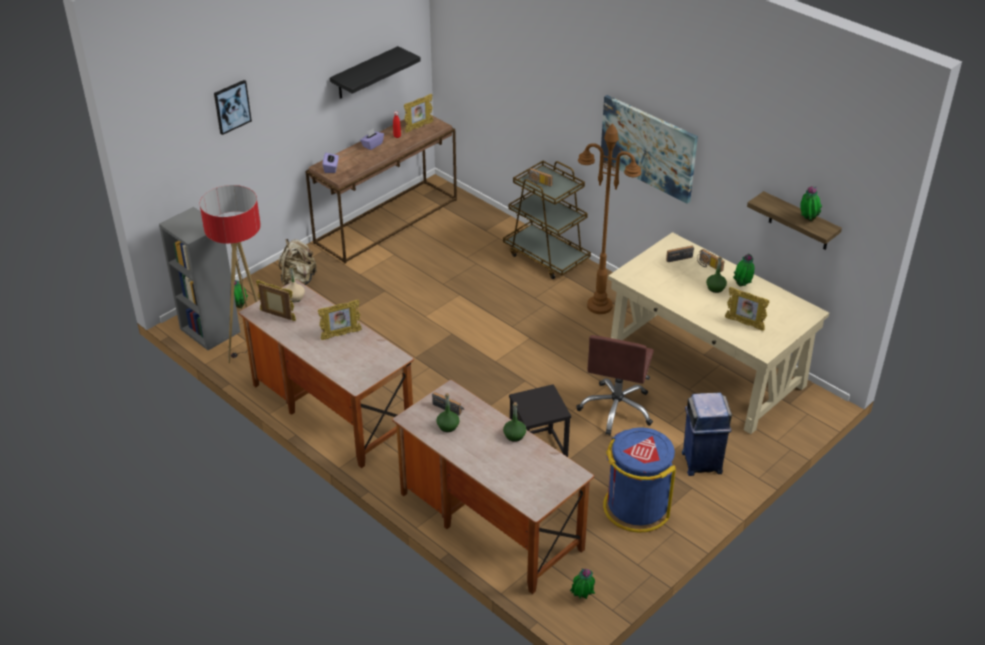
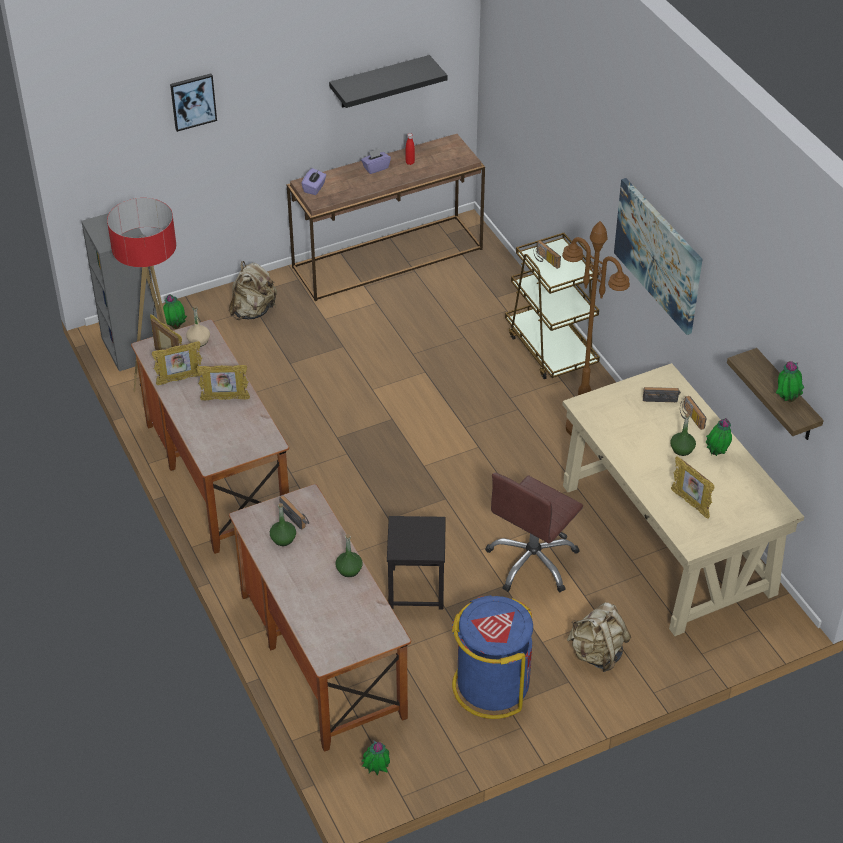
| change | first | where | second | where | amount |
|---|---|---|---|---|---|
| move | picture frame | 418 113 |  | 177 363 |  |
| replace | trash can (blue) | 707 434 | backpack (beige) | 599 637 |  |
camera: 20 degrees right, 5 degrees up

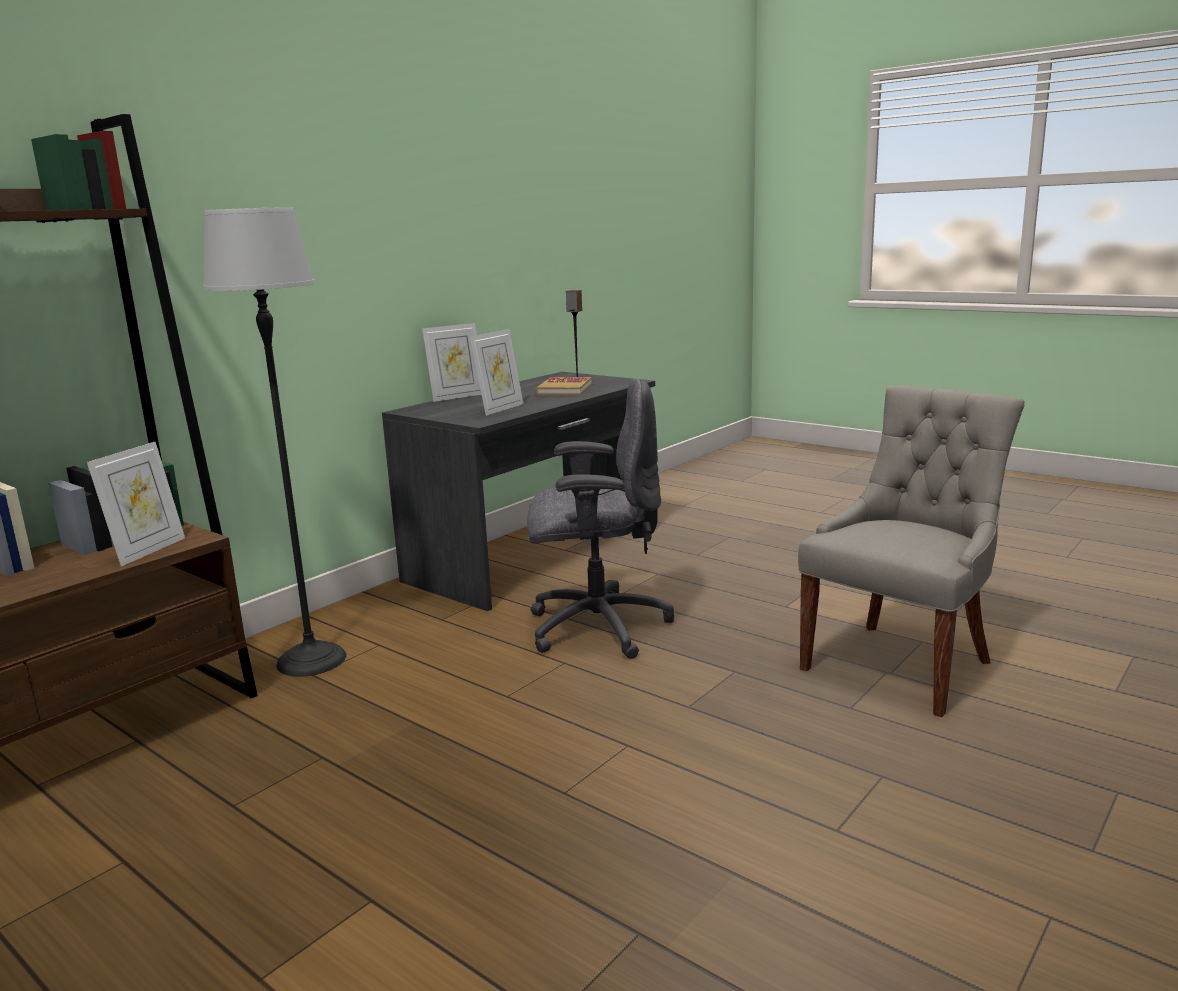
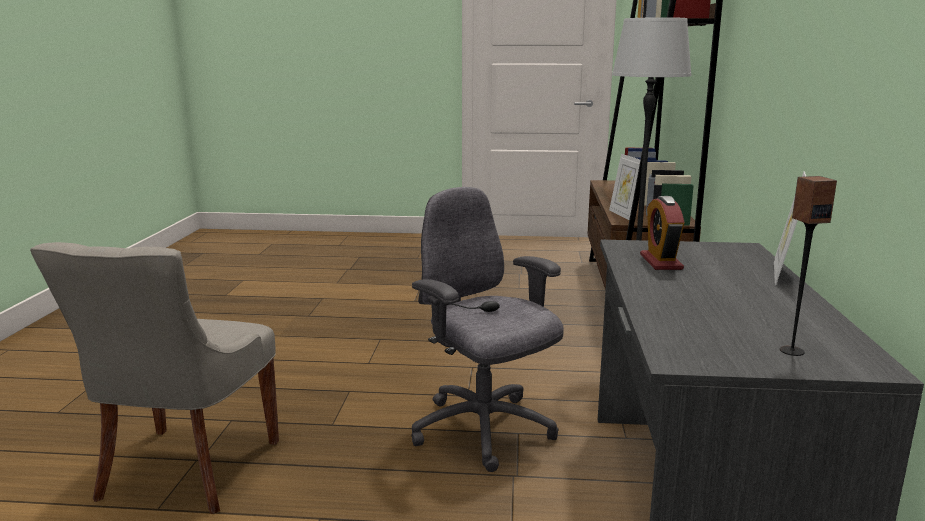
| change | first | where | second | where | amount |
|---|---|---|---|---|---|
| replace | picture frame | 497 372 | alarm clock | 662 233 |  |
| rotate | office chair (grey) | 600 518 |  | 487 329 | 90 degrees clockwise |
| delete | book | 564 386 |  |  |  |
camera: 145 degrees right, 0 degrees up

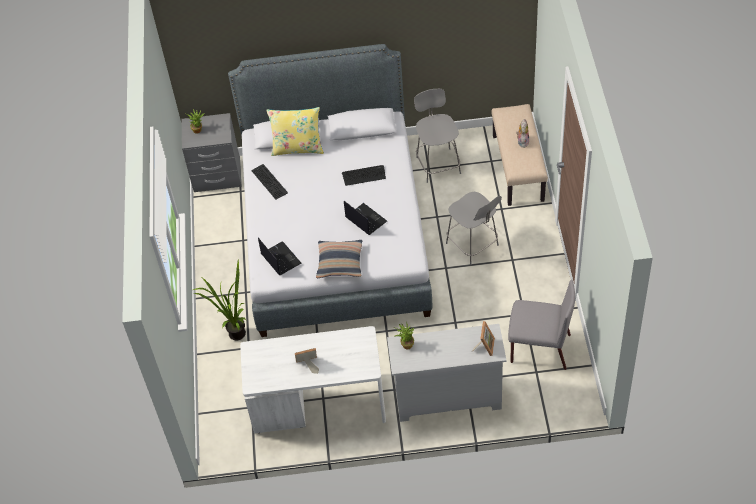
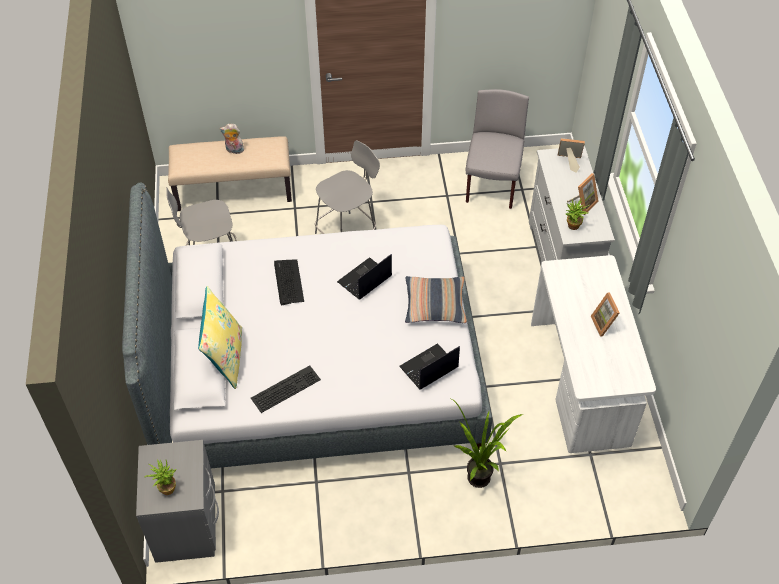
| change | first | where | second | where | amount |
|---|---|---|---|---|---|
| insert |  |  | picture frame | 583 194 |  |
camera: 95 degrees left, 0 degrees up

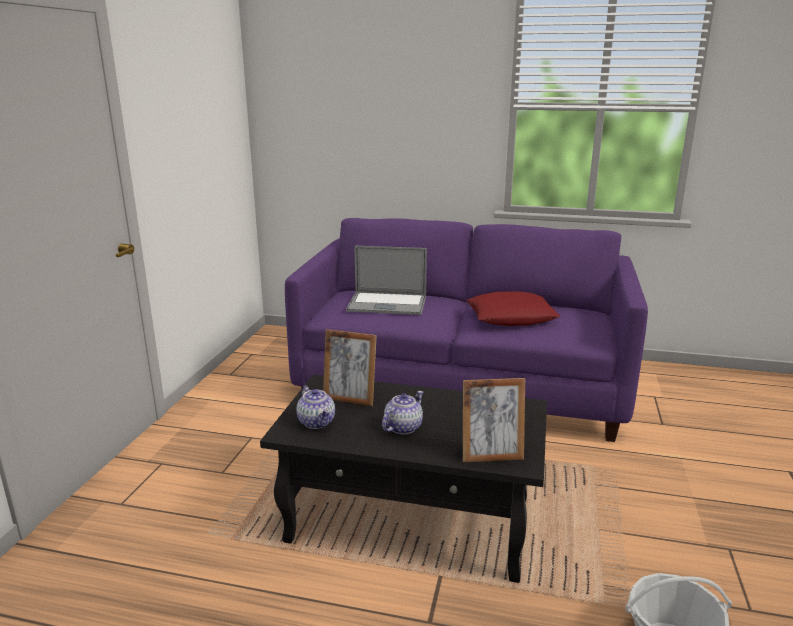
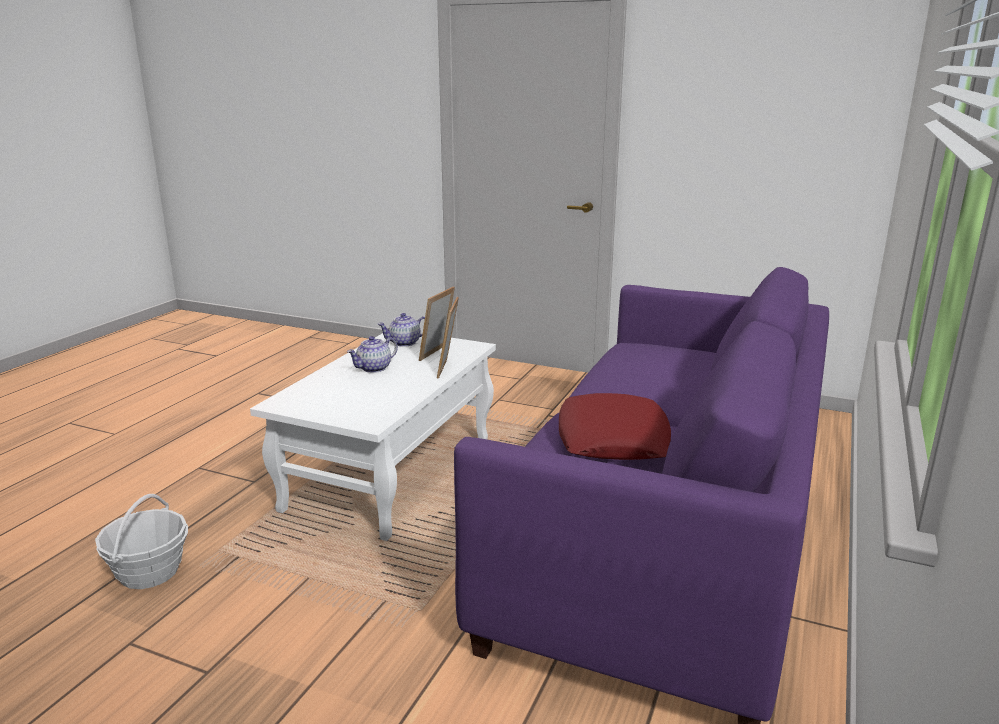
| change | first | where | second | where | amount |
|---|---|---|---|---|---|
| recolor | coffee table (black) | 403 479 | coffee table (white) | 373 437 |  |
| delete | laptop | 386 280 |  |  |  |
| rotate | teapot | 402 412 |  | 372 354 | 90 degrees clockwise |
| move | picture frame | 494 420 |  | 448 338 |  |
camera: 100 degrees right, 0 degrees up

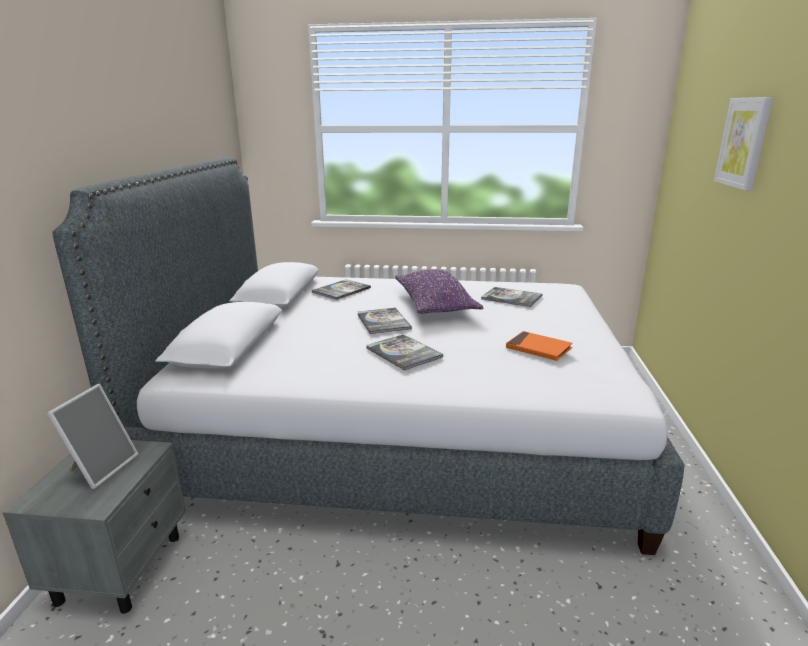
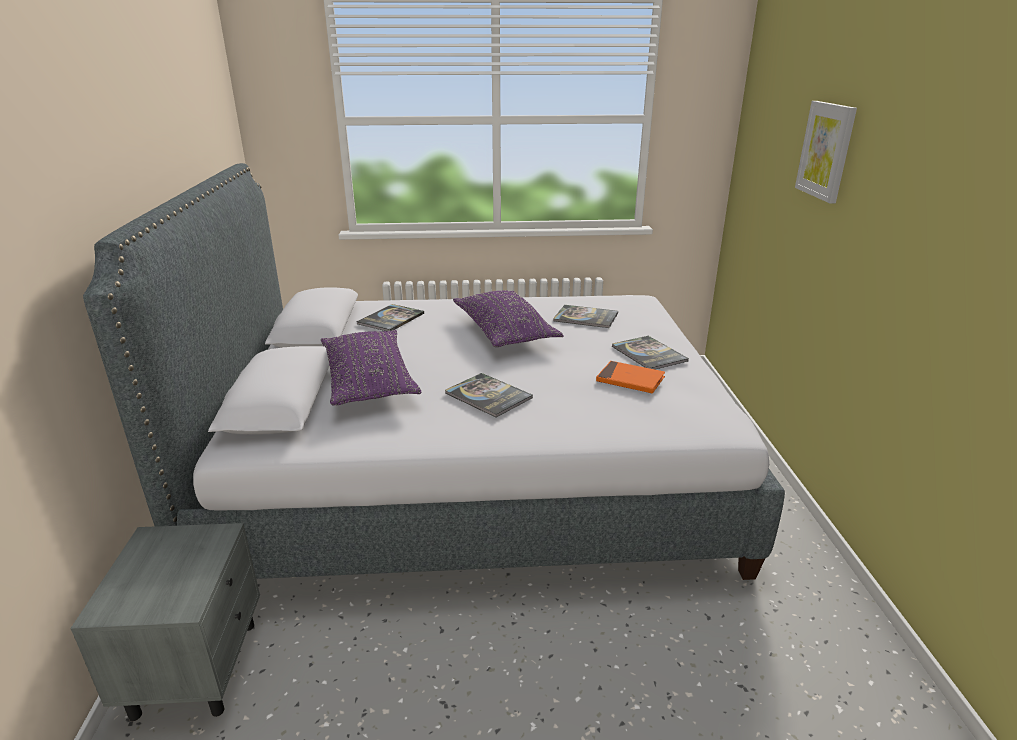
| change | first | where | second | where | amount |
|---|---|---|---|---|---|
| delete | picture frame | 93 436 |  |  |  |
| move | book | 384 321 |  | 650 353 |  |
| insert |  |  | pillow (purple) | 371 368 |  |
camera: 10 degrees left, 5 degrees up

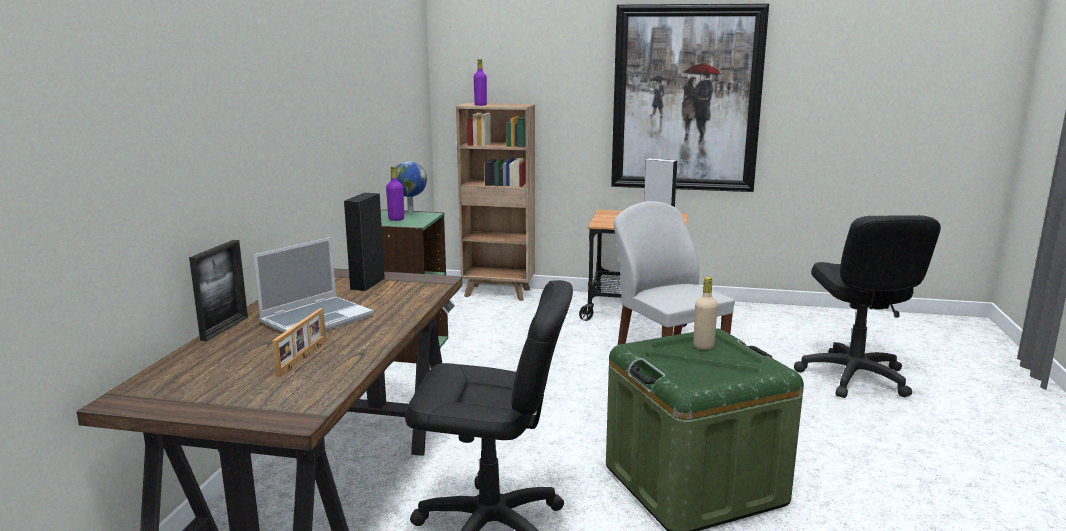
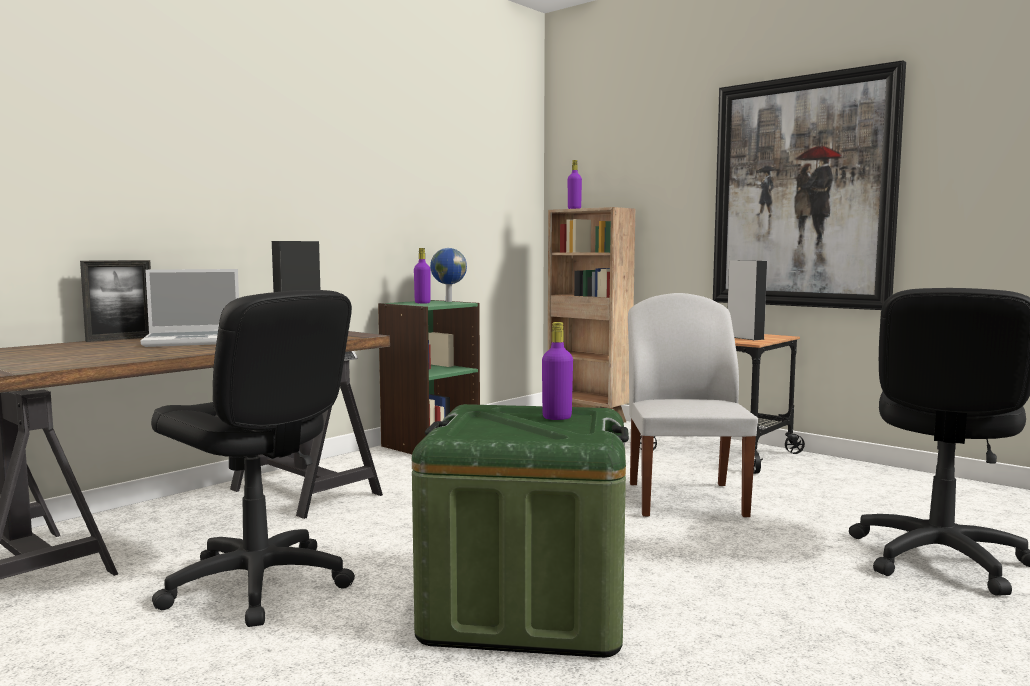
| change | first | where | second | where | amount |
|---|---|---|---|---|---|
| delete | picture frame | 299 342 |  |  |  |
| recolor | bottle (beige) | 705 313 | bottle (purple) | 557 371 |  |
camera: 30 degrees right, 10 degrees down

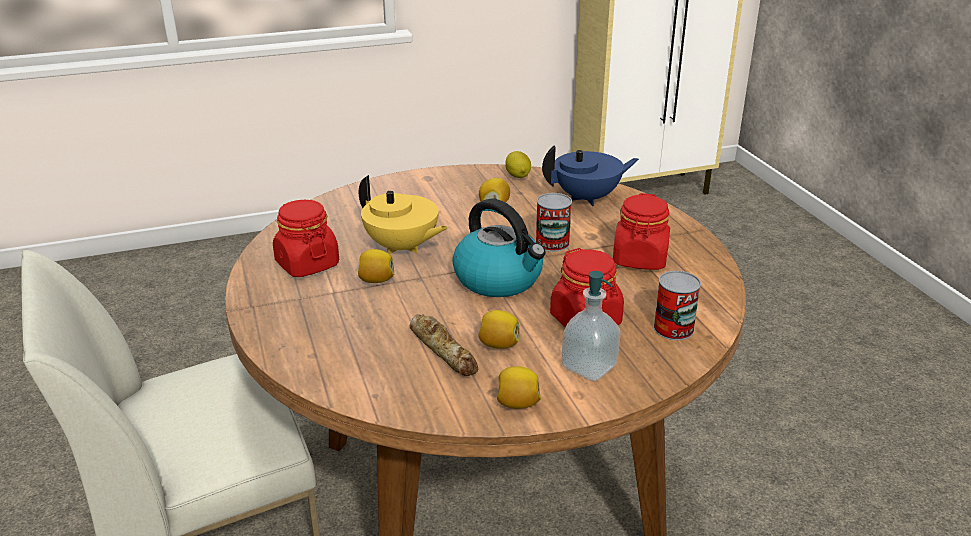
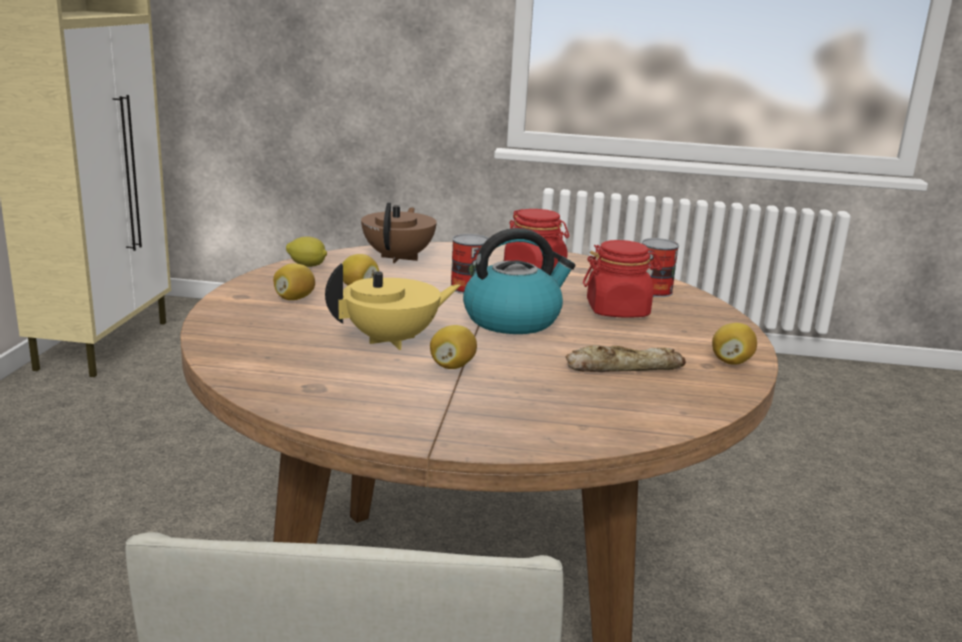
| change | first | where | second | where | amount |
|---|---|---|---|---|---|
| delete | jar (red) | 306 238 |  |  |  |
| move | lemon | 499 329 |  | 294 281 |  |
| recolor | teapot (blue) | 590 175 | teapot (brown) | 399 233 |  |
| delete | soap dispenser | 591 326 |  |  |  |
camera: 65 degrees left, 10 degrees down

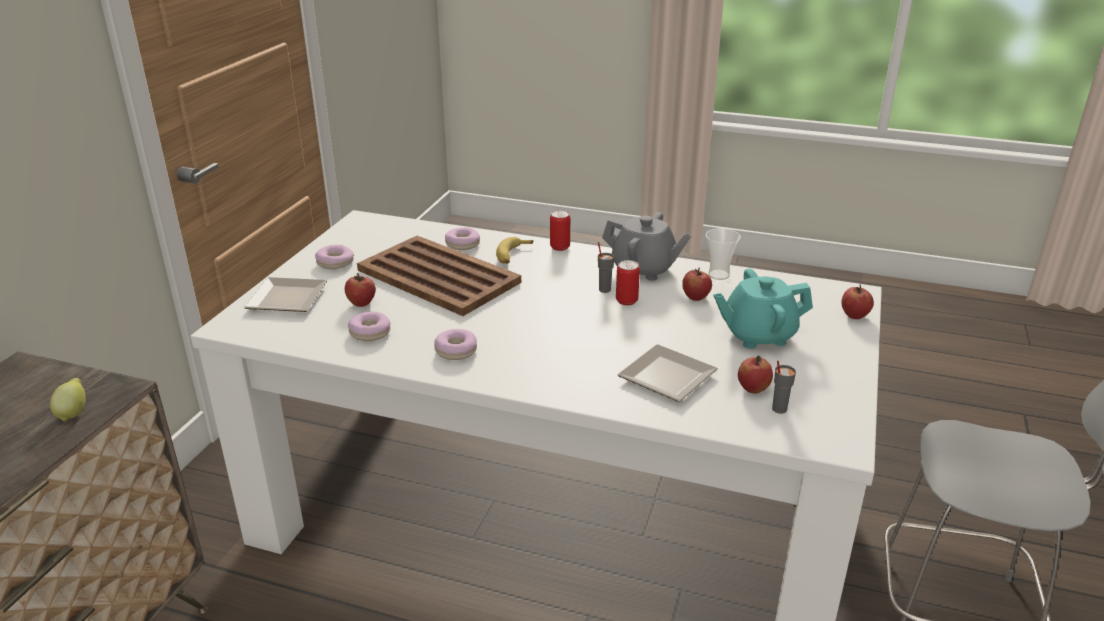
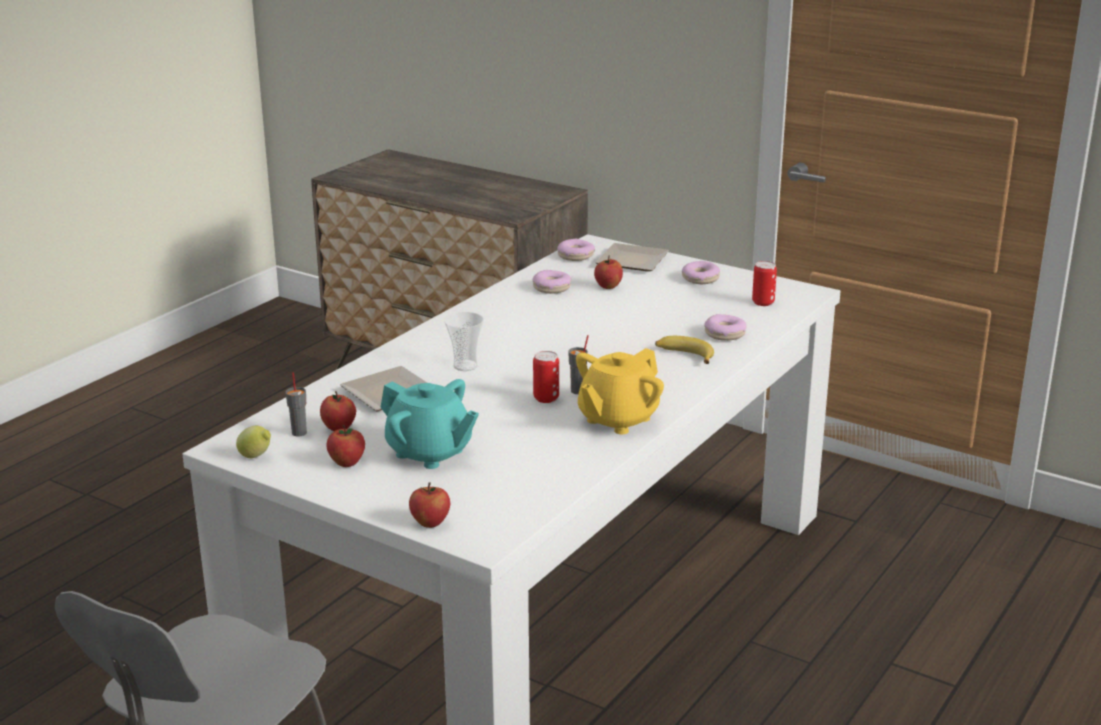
| change | first | where | second | where | amount |
|---|---|---|---|---|---|
| move | lemon | 67 400 |  | 253 442 |  |
| delete | tray (brown) | 439 276 |  |  |  |
| move | donut | 455 344 |  | 576 250 |  |
| move | can | 560 230 |  | 764 283 |  |
| recolor | teapot (grey) | 647 246 | teapot (yellow) | 620 391 |  |
| move | apple | 697 284 |  | 345 446 |  |
| move | cup | 723 254 |  | 464 341 |  |
| rotate | teapot (turquoise) | 763 308 |  | 429 424 | 120 degrees clockwise |
camera: 105 degrees right, 5 degrees down

